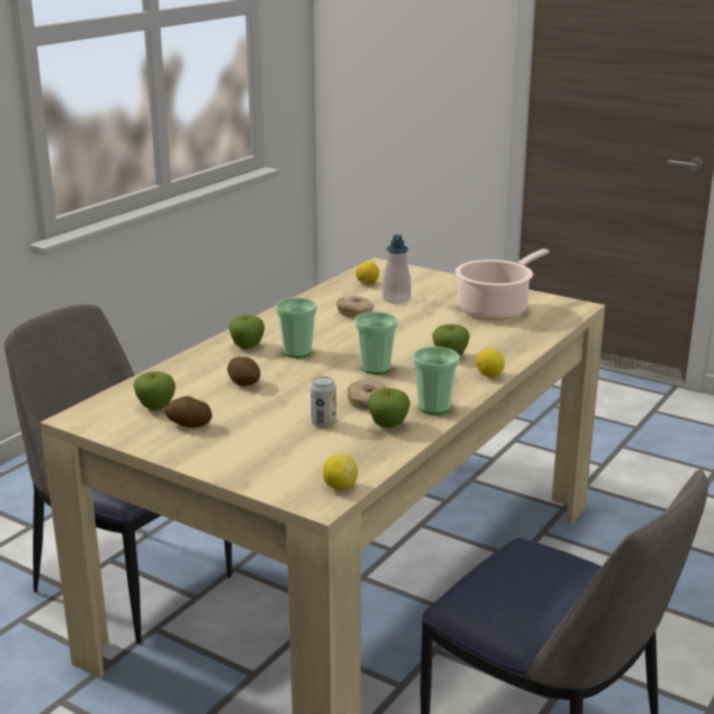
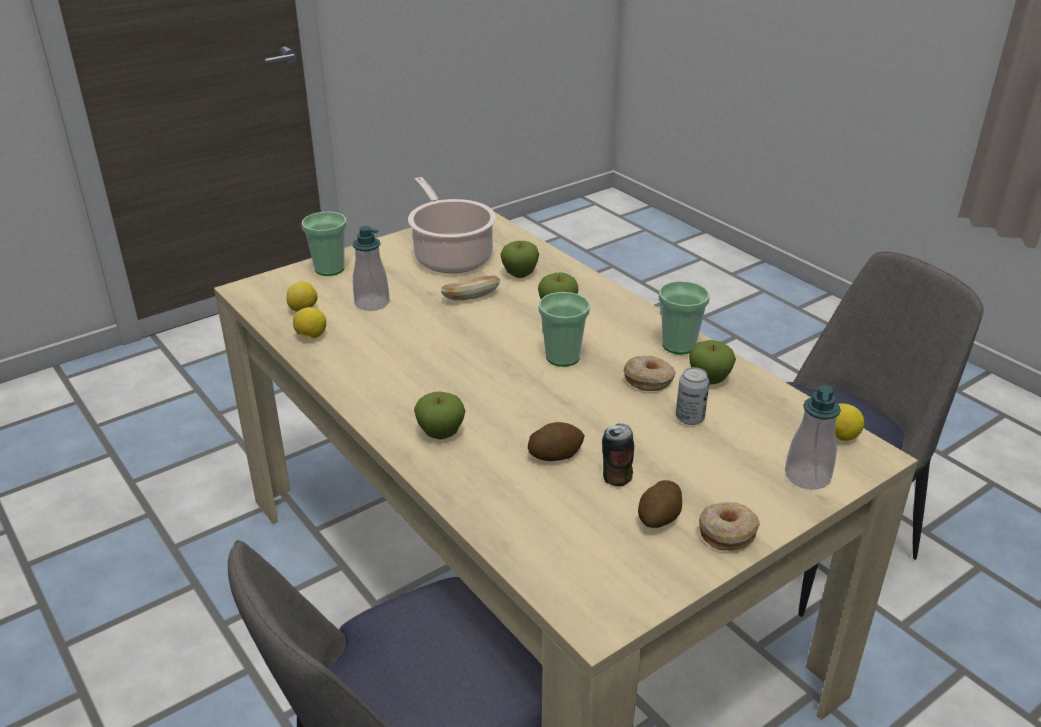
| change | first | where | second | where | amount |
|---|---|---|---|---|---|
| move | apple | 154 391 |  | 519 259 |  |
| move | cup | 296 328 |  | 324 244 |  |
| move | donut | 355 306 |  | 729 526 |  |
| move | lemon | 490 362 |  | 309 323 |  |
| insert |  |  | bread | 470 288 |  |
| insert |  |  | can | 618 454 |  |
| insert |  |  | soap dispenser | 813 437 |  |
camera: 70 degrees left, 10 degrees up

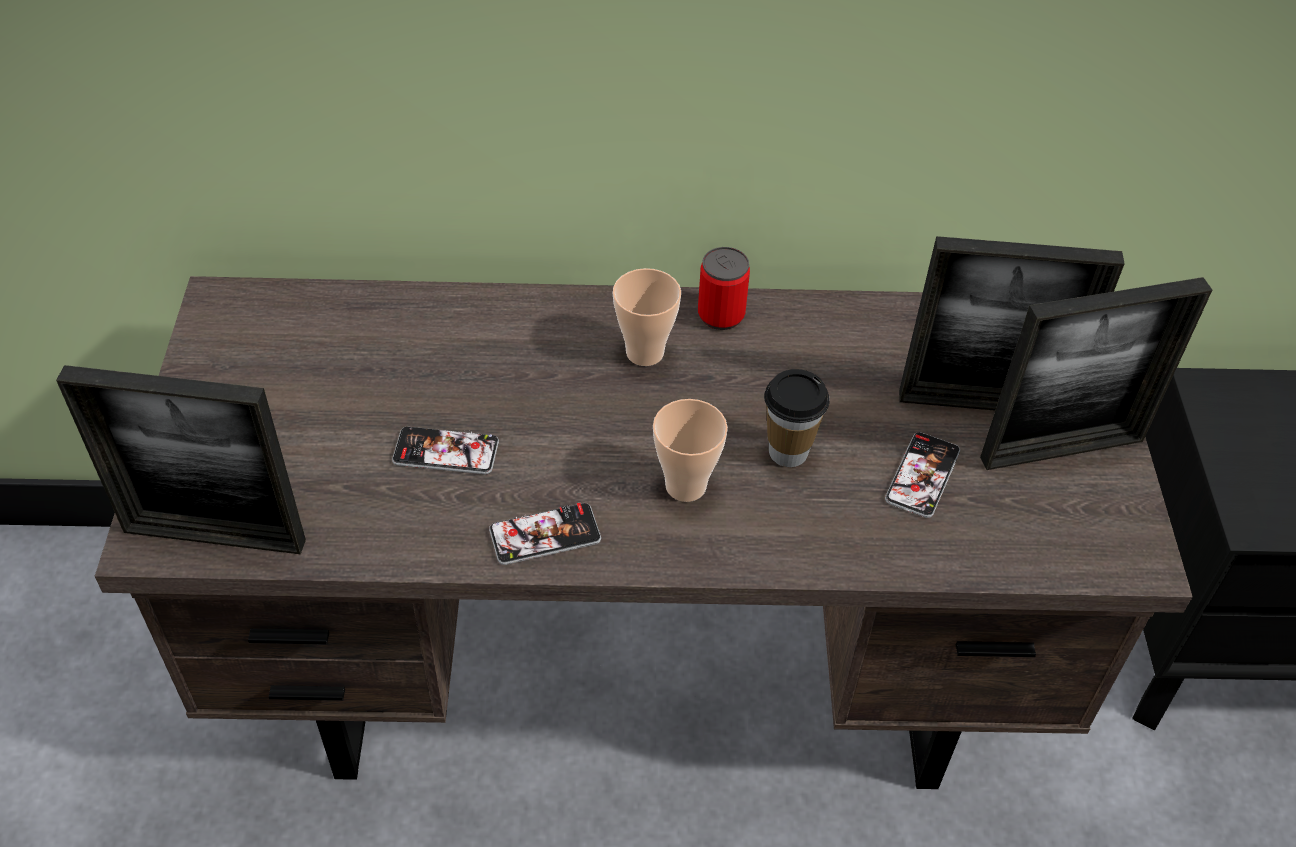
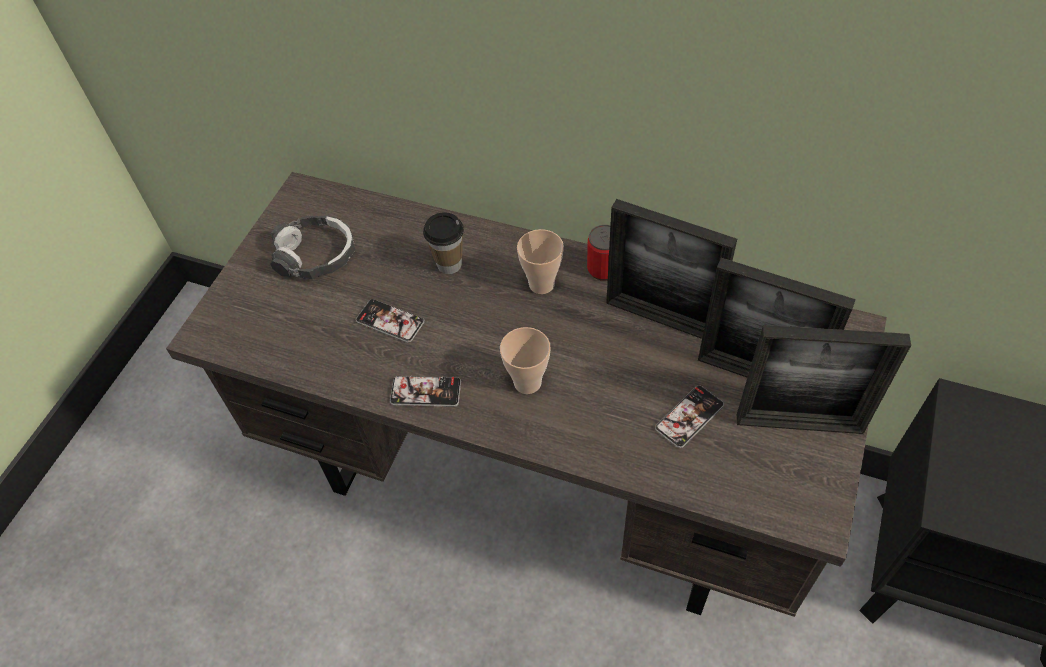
| change | first | where | second | where | amount |
|---|---|---|---|---|---|
| move | picture frame | 181 459 |  | 671 269 |  |
| move | cup | 796 418 |  | 443 243 |  |
| insert |  |  | headphones | 313 247 |  |
camera: 25 degrees right, 5 degrees up

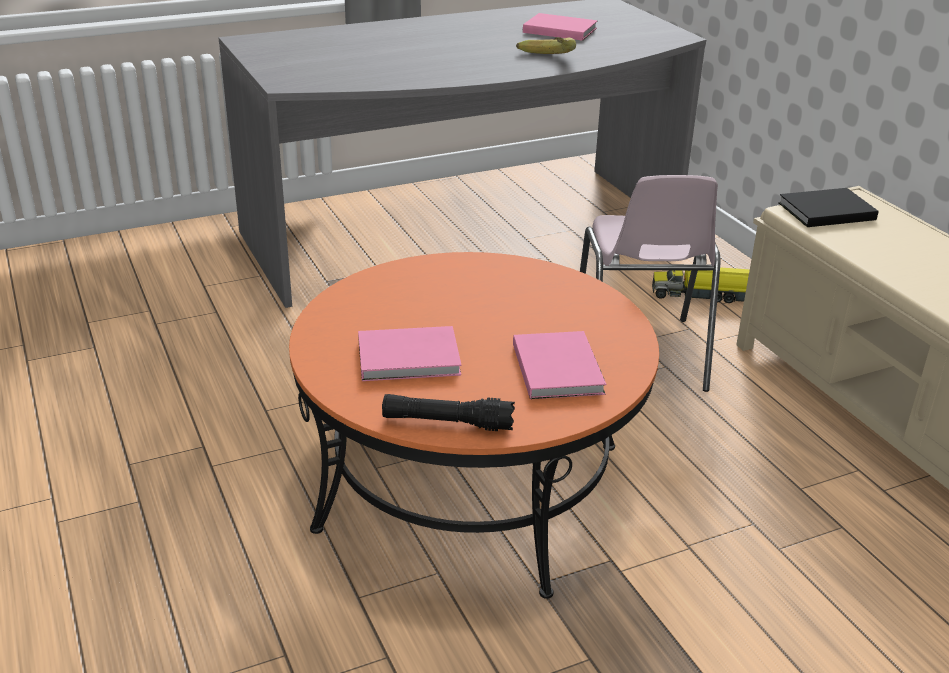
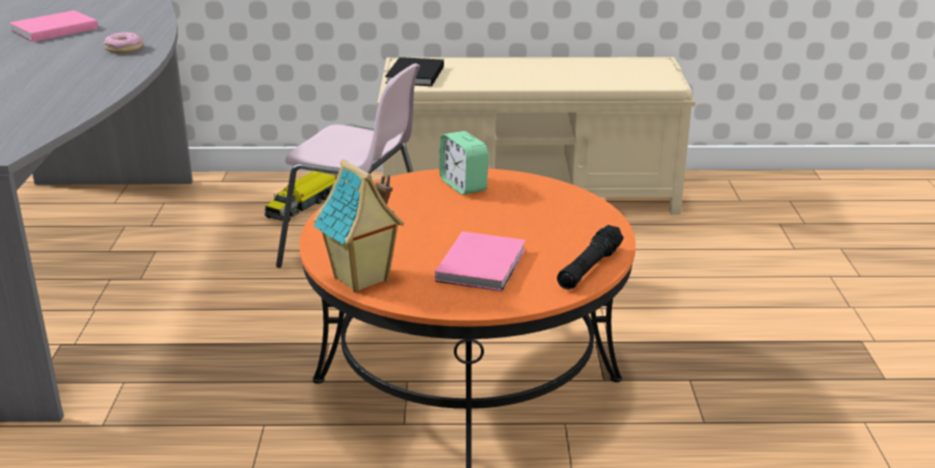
| change | first | where | second | where | amount |
|---|---|---|---|---|---|
| delete | book (pink) | 559 365 |  |  |  |
| replace | banana | 546 45 | donut | 123 42 |  |
| insert |  |  | toy house | 358 226 |  |
| insert |  |  | alarm clock | 464 163 |  |
camera: 65 degrees left, 5 degrees down

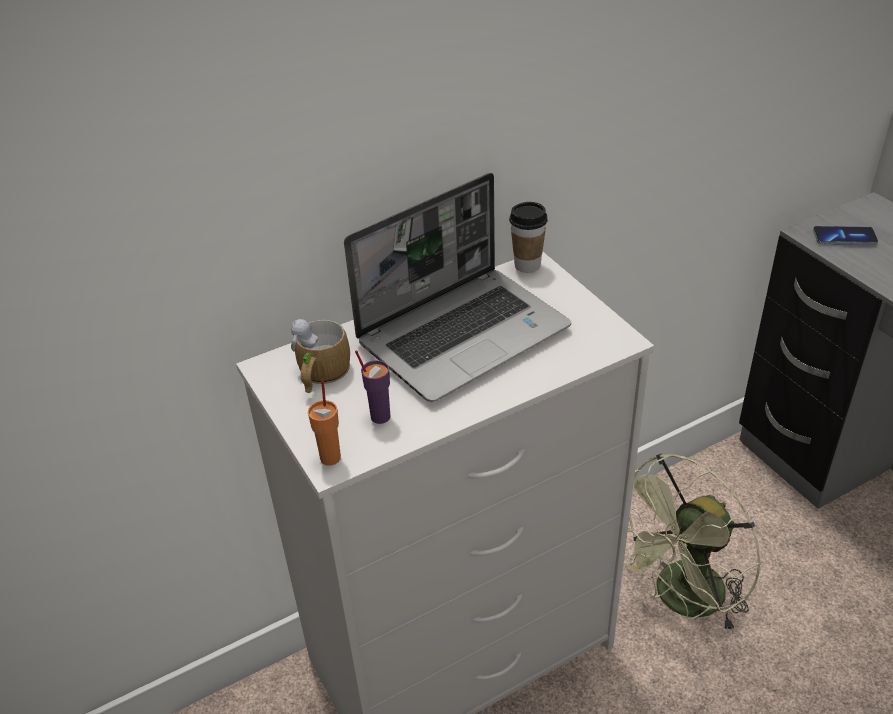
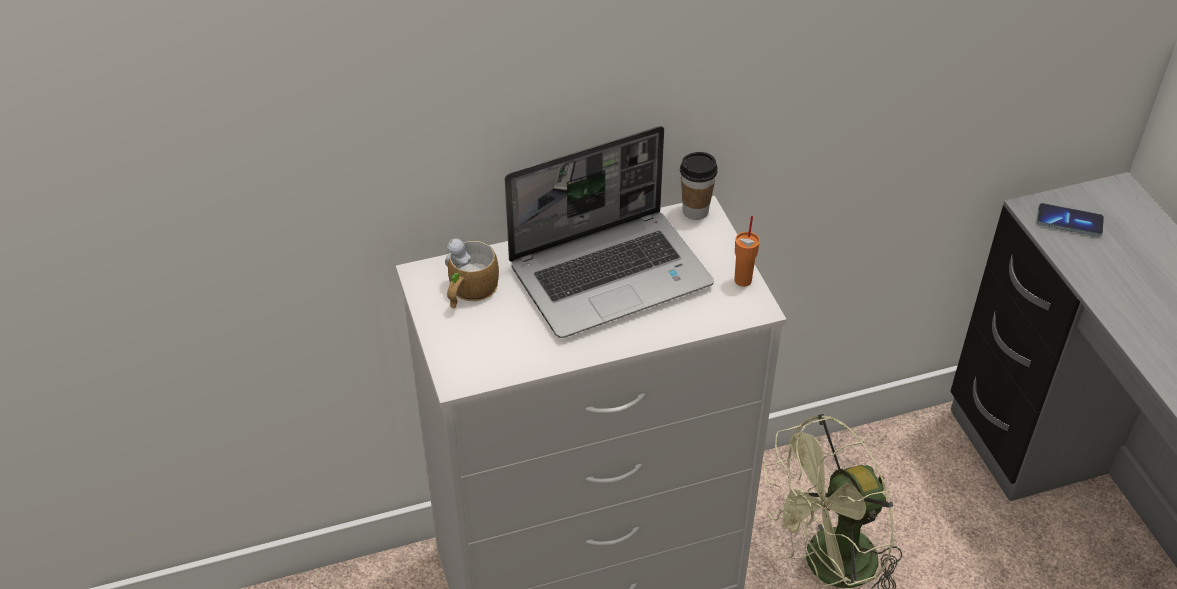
| change | first | where | second | where | amount |
|---|---|---|---|---|---|
| move | cup (orange) | 324 423 |  | 747 251 |  |
| delete | cup (purple) | 373 387 |  |  |  |
camera: 10 degrees right, 5 degrees up

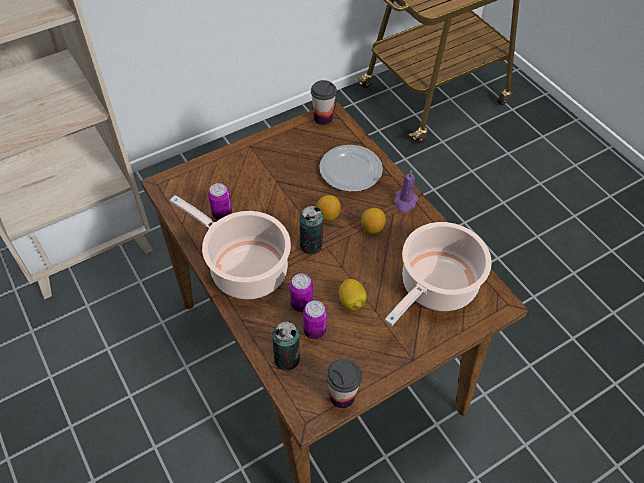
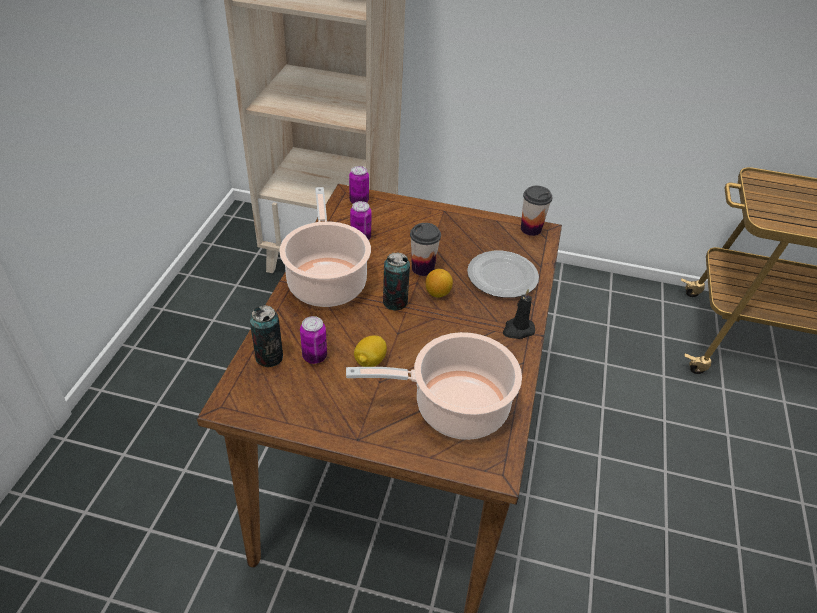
| change | first | where | second | where | amount |
|---|---|---|---|---|---|
| move | can | 301 292 |  | 359 185 |  |
| move | cup | 344 383 |  | 425 249 |  |
| delete | lemon | 373 221 |  |  |  |
| recolor | candle (purple) | 406 191 | candle (black) | 519 314 |  |
camera: 45 degrees right, 10 degrees down

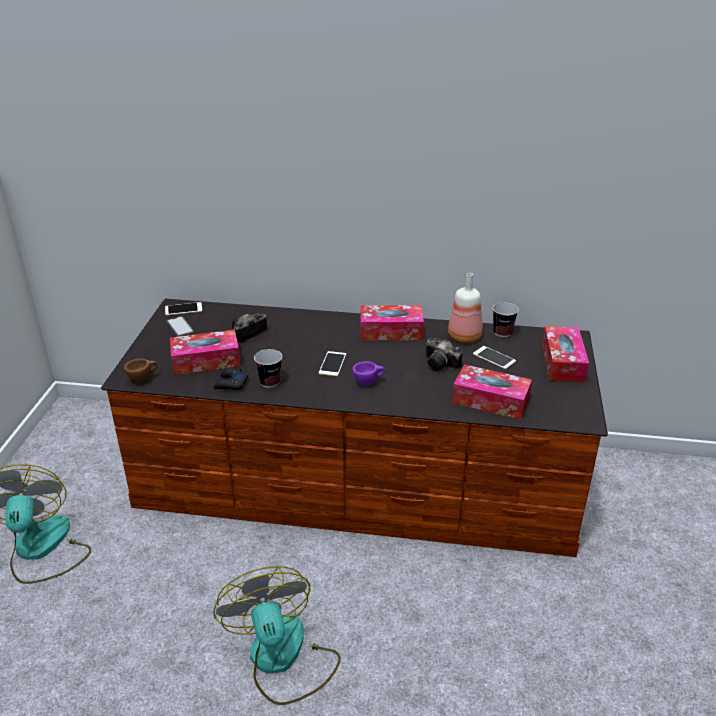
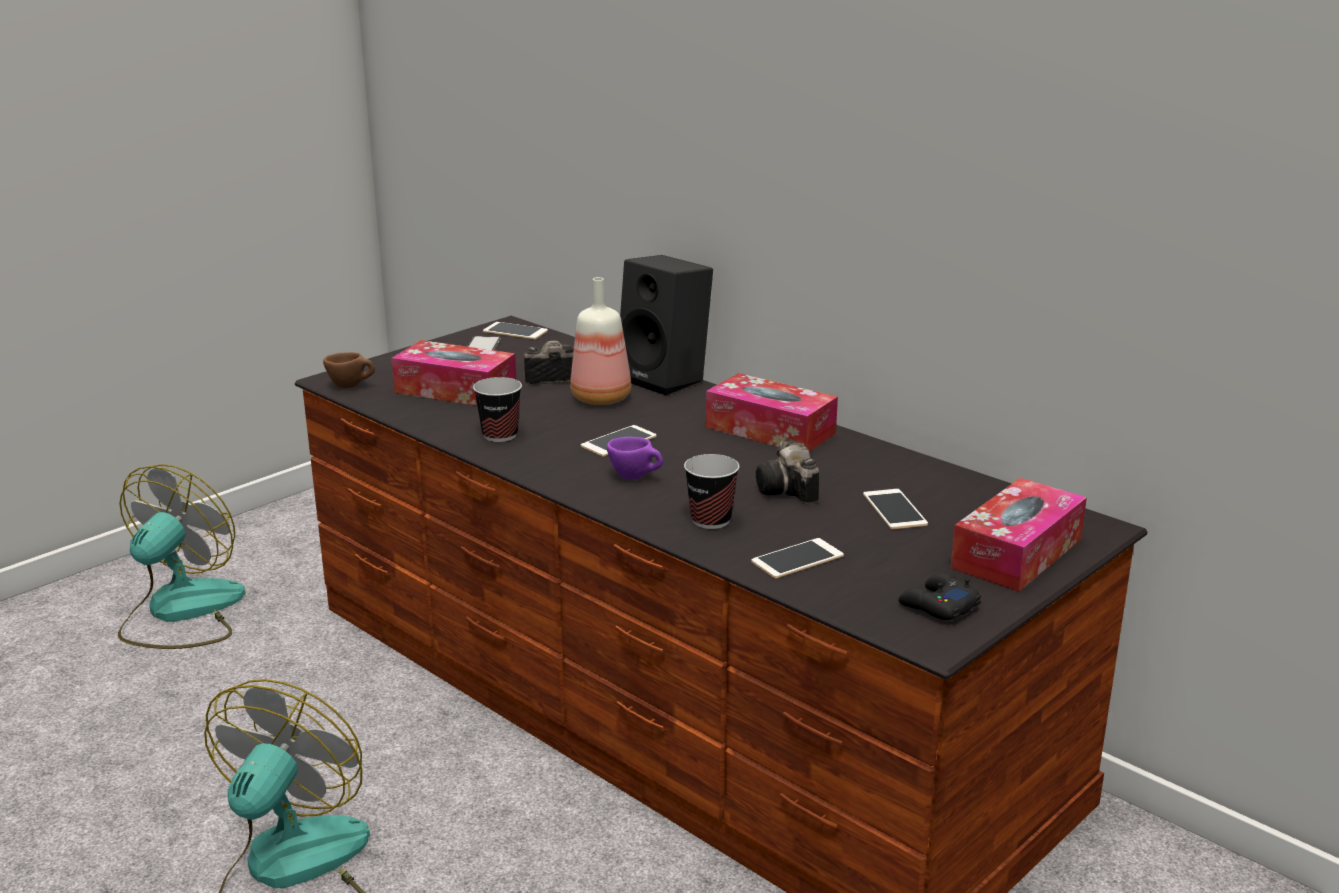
| change | first | where | second | where | amount |
|---|---|---|---|---|---|
| move | game controller (black) | 231 379 |  | 939 596 |  |
| move | bottle | 465 308 |  | 600 341 |  |
| replace | tissue box | 492 392 | phone | 797 558 |  |
| move | cup | 506 319 |  | 711 491 |  |
| insert |  |  | speaker (black) | 666 325 |  |
camera: 35 degrees right, 10 degrees down

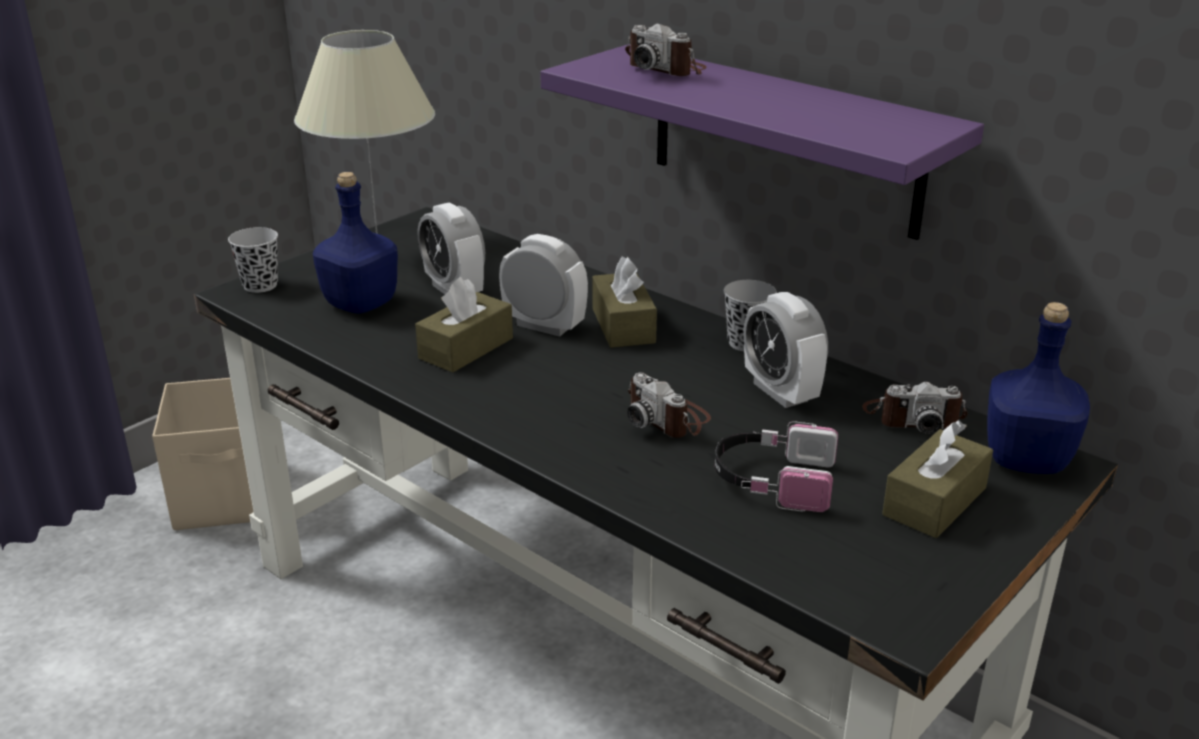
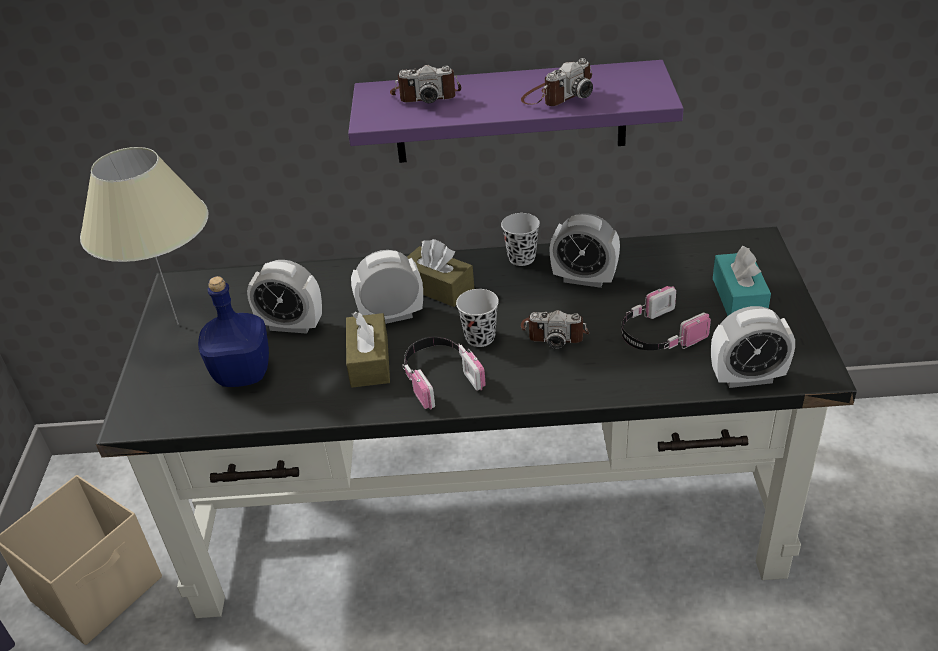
| change | first | where | second | where | amount |
|---|---|---|---|---|---|
| move | cup (black) | 253 260 |  | 477 318 |  |
| move | photo camera | 915 408 |  | 557 82 |  |
| recolor | tissue box (brown) | 937 479 | tissue box (turquoise) | 742 281 |  |
| delete | bottle (blue) | 1038 388 |  |  |  |
| insert |  |  | headphones | 444 373 |  |
| insert |  |  | alarm clock | 753 347 |  |
camera: 40 degrees left, 10 degrees up

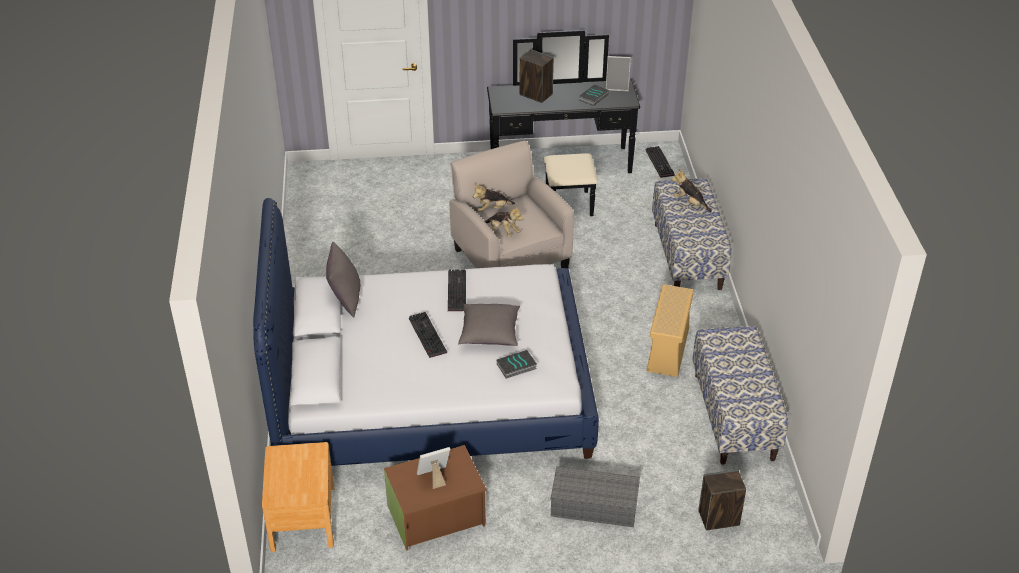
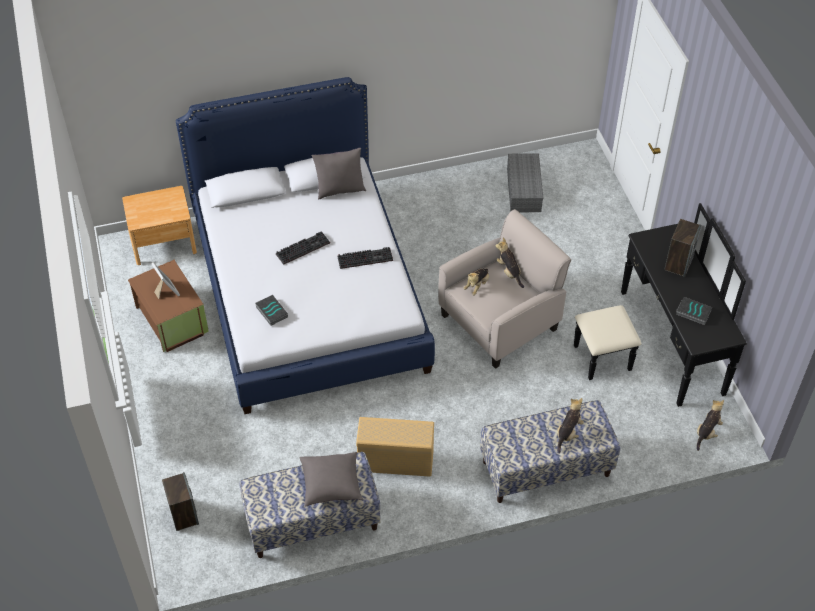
| change | first | where | second | where | amount |
|---|---|---|---|---|---|
| move | pillow (grey) | 489 325 |  | 331 479 |  |
| move | storage box (grey) | 595 496 |  | 525 182 |  |
| delete | picture frame | 618 73 |  |  |  |
| replace | keyboard | 660 162 | plush toy | 710 425 |  |
camera: 80 degrees right, 10 degrees up

